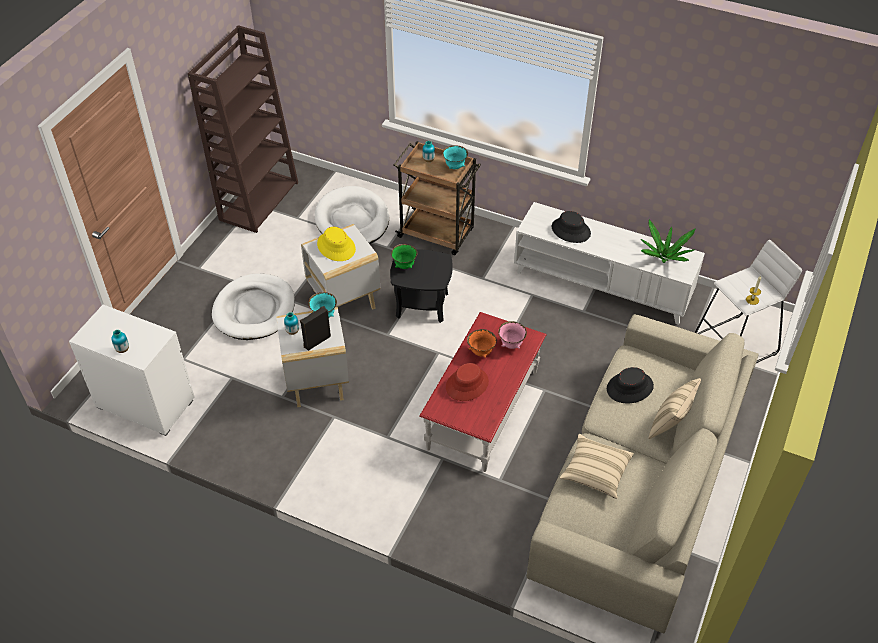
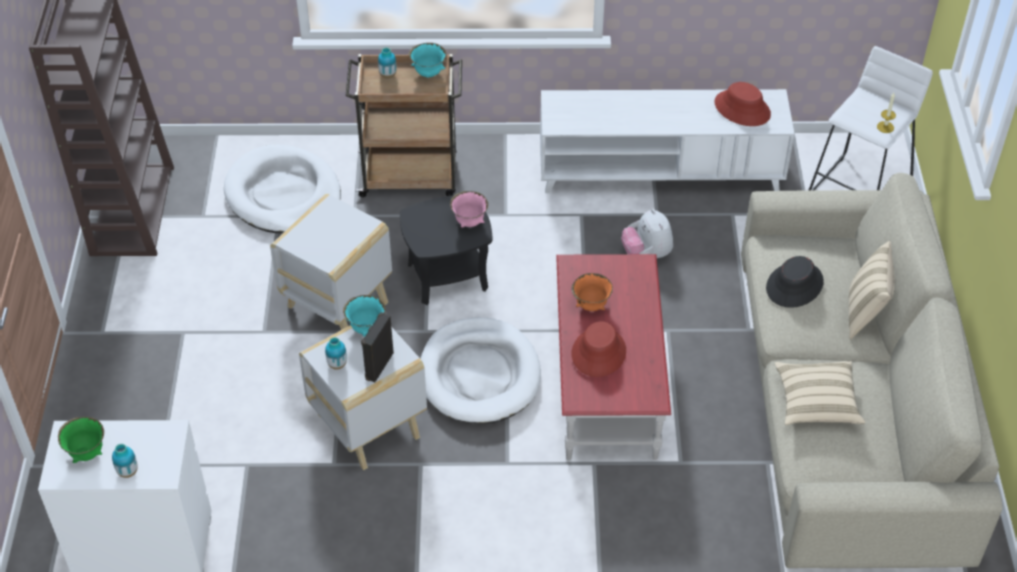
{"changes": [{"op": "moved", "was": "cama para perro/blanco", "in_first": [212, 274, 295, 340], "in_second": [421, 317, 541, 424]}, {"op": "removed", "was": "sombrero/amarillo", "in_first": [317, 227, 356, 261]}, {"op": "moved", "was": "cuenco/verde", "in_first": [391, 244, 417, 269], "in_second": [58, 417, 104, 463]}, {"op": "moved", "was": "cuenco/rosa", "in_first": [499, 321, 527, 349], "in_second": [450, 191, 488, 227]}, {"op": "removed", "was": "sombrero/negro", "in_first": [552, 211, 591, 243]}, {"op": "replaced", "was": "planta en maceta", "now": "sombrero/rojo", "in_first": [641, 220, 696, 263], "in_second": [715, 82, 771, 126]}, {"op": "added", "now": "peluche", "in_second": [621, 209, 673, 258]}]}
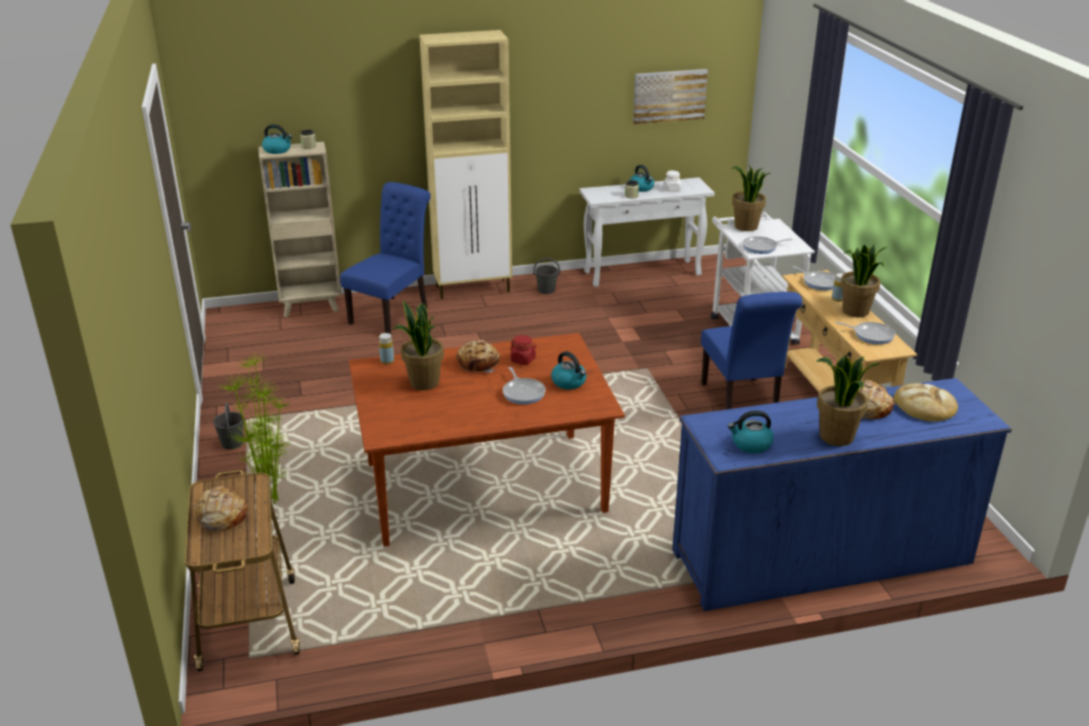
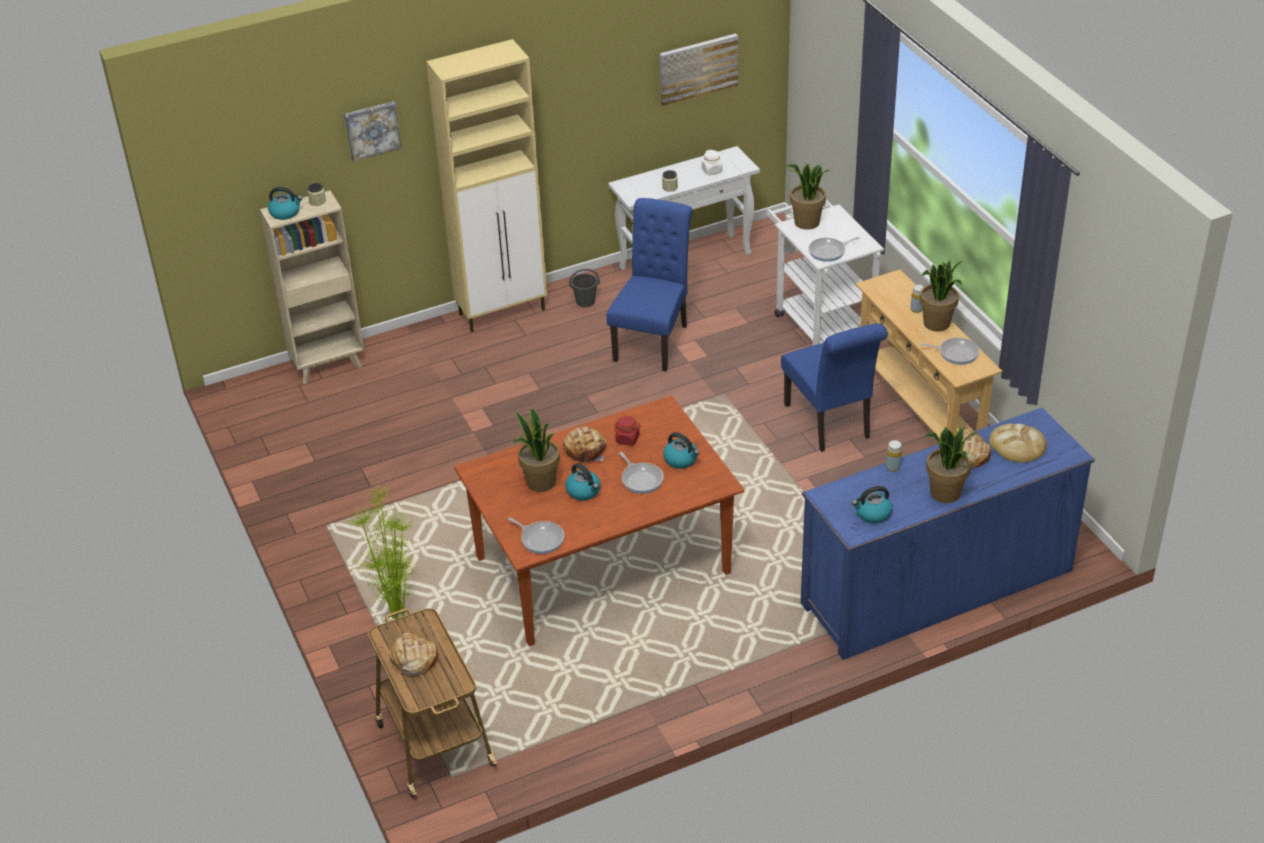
{"changes": [{"op": "removed", "was": "cubo/gris", "in_first": [213, 403, 243, 450]}, {"op": "moved", "was": "silla/azul", "in_first": [340, 182, 431, 334], "in_second": [606, 198, 693, 372]}, {"op": "moved", "was": "botella/amarillo", "in_first": [379, 333, 394, 364], "in_second": [886, 440, 902, 472]}, {"op": "moved", "was": "hervidor", "in_first": [630, 165, 654, 192], "in_second": [565, 463, 601, 500]}, {"op": "moved", "was": "sartén", "in_first": [792, 266, 836, 290], "in_second": [508, 517, 564, 554]}, {"op": "added", "now": "cuadro", "in_second": [344, 101, 402, 162]}]}
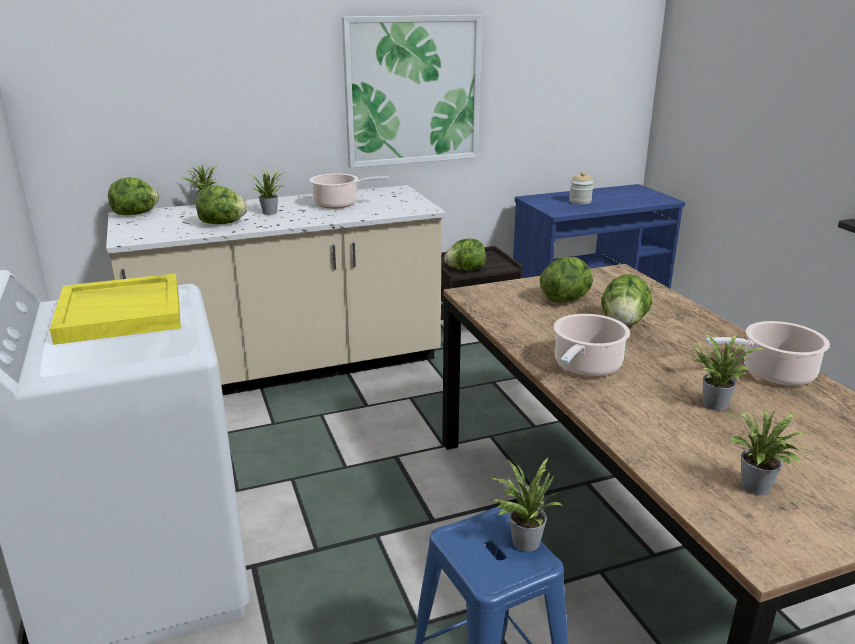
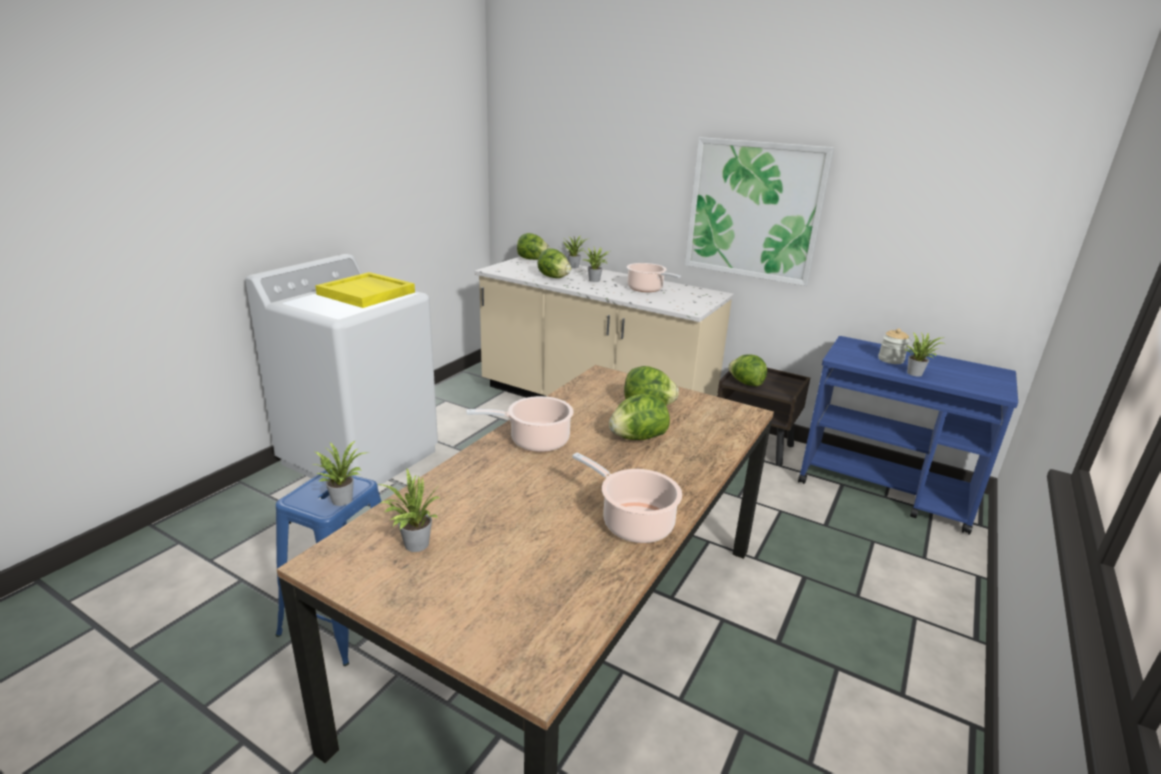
{"changes": [{"op": "moved", "was": "planta en maceta", "in_first": [691, 333, 765, 411], "in_second": [904, 332, 945, 377]}]}
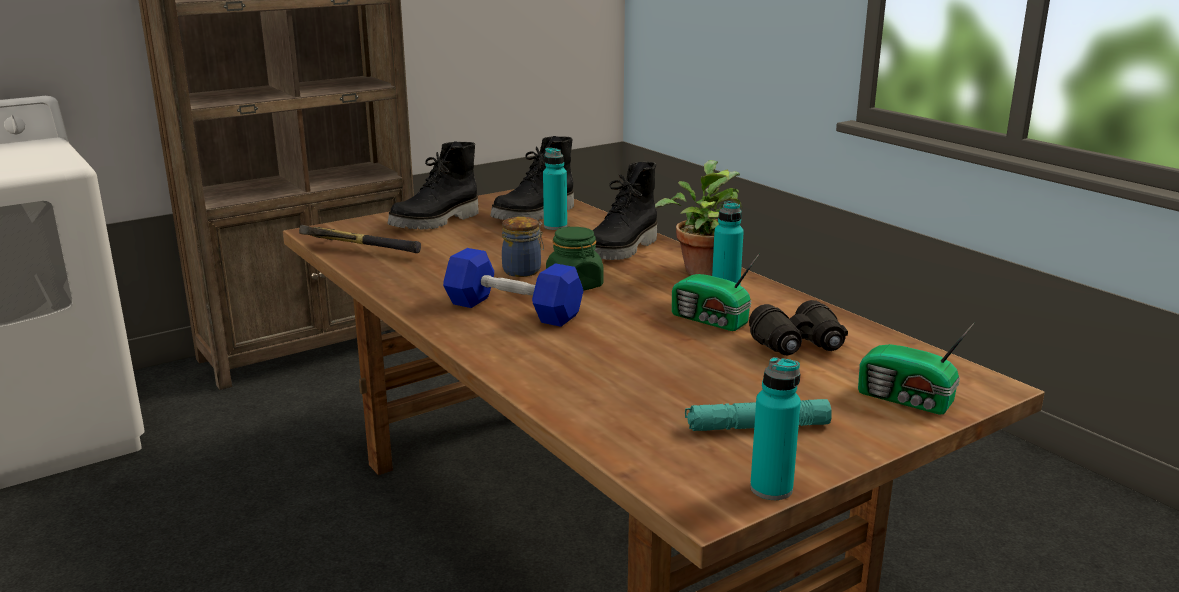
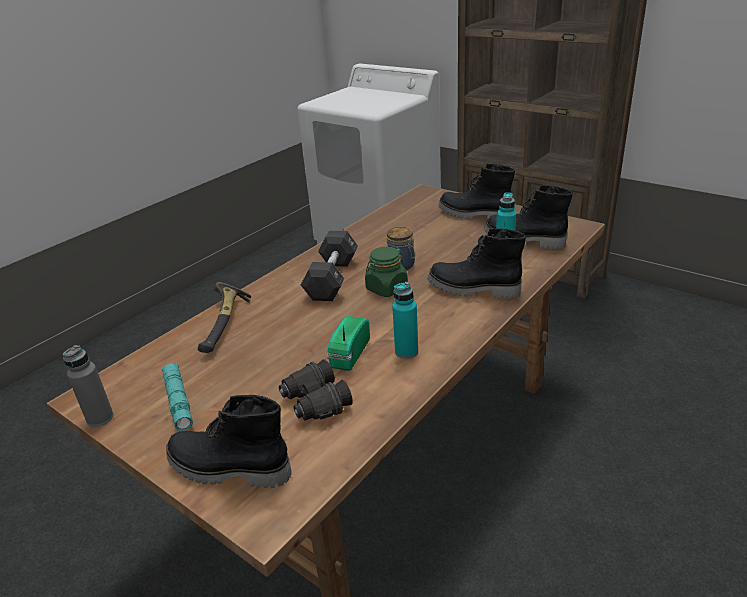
{"changes": [{"op": "moved", "was": "martillo", "in_first": [299, 225, 421, 253], "in_second": [198, 282, 251, 353]}, {"op": "recoloured", "was": "mancuerna/azul", "now": "mancuerna/negro", "in_first": [443, 248, 583, 327], "in_second": [301, 231, 358, 301]}, {"op": "removed", "was": "planta en maceta", "in_first": [655, 160, 742, 276]}, {"op": "recoloured", "was": "botella/turquesa", "now": "botella/gris", "in_first": [750, 357, 801, 500], "in_second": [63, 345, 114, 427]}, {"op": "replaced", "was": "radio", "now": "bota/negro", "in_first": [858, 322, 975, 415], "in_second": [166, 395, 292, 488]}]}
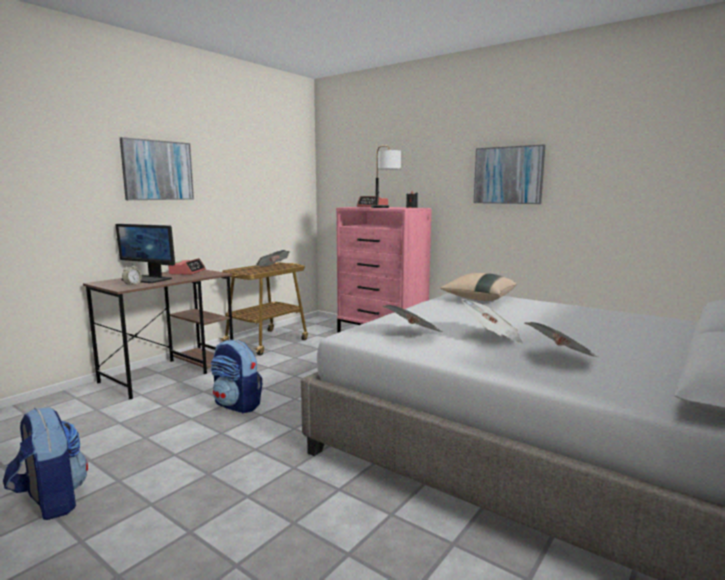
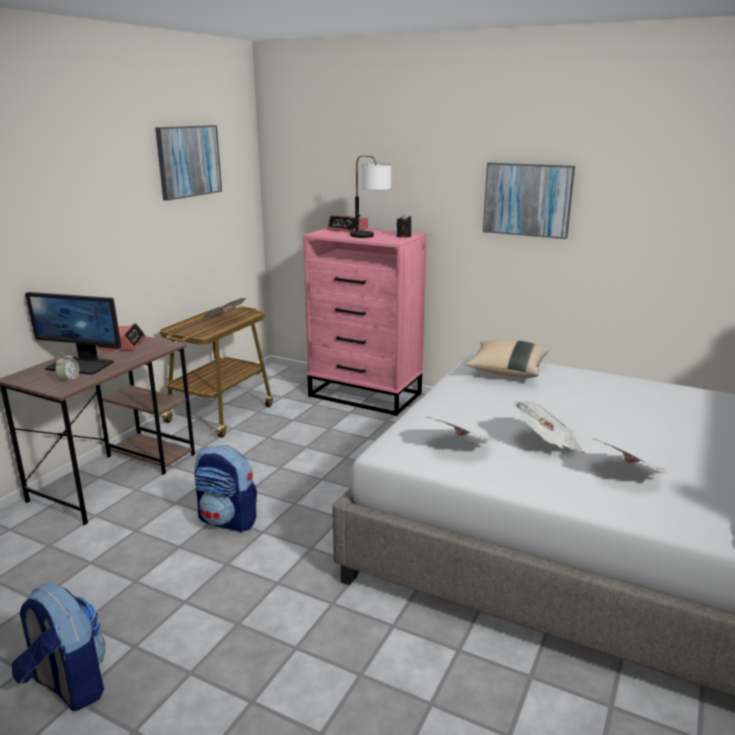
{"changes": [{"op": "moved", "was": "cuadro", "in_first": [120, 137, 194, 200], "in_second": [155, 125, 222, 201]}]}
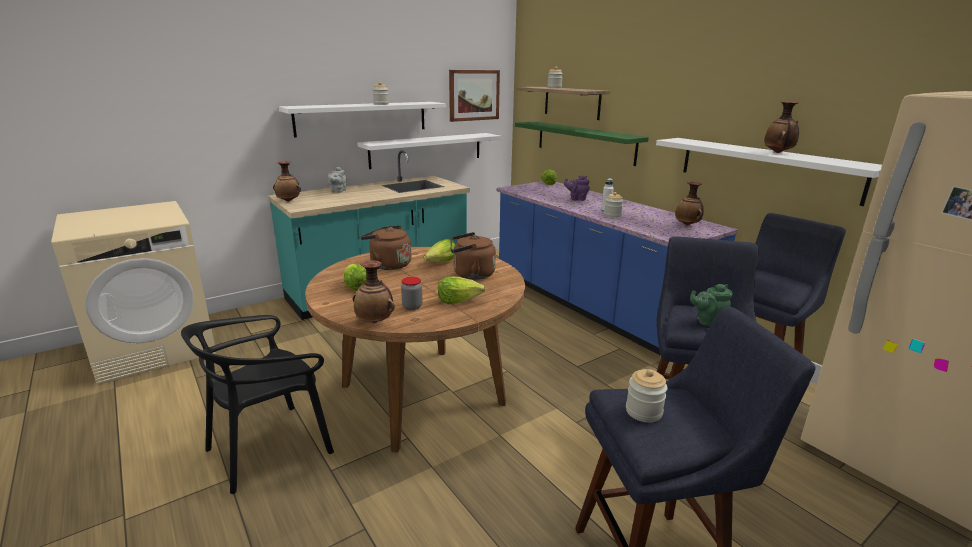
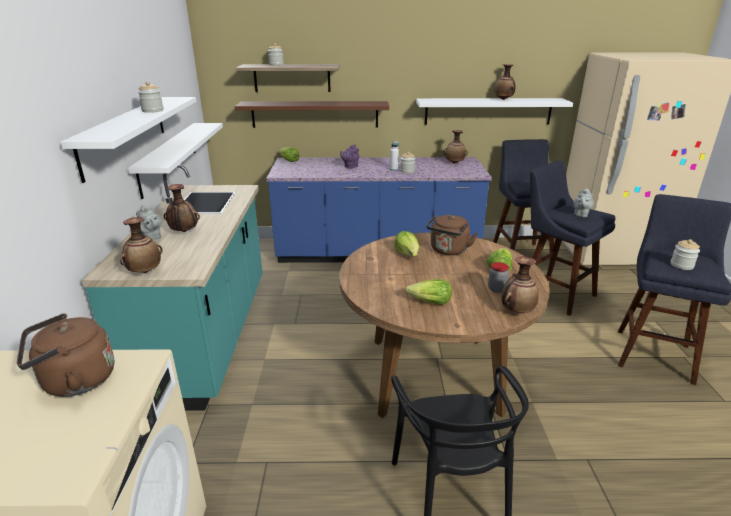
{"changes": [{"op": "moved", "was": "hervidor/marrón", "in_first": [360, 225, 411, 270], "in_second": [17, 313, 114, 397]}, {"op": "removed", "was": "cuadro", "in_first": [449, 70, 500, 122]}, {"op": "recoloured", "was": "estante/verde", "now": "estante/marrón", "in_first": [515, 121, 649, 166], "in_second": [235, 101, 389, 128]}, {"op": "recoloured", "was": "tetera/verde", "now": "tetera/gris", "in_first": [690, 284, 733, 326], "in_second": [573, 188, 594, 217]}, {"op": "added", "now": "florero", "in_second": [164, 184, 200, 232]}]}
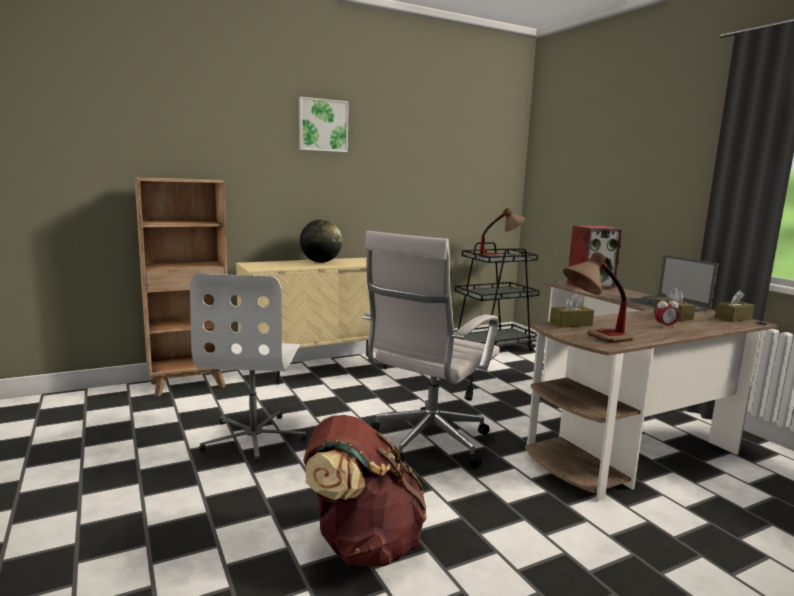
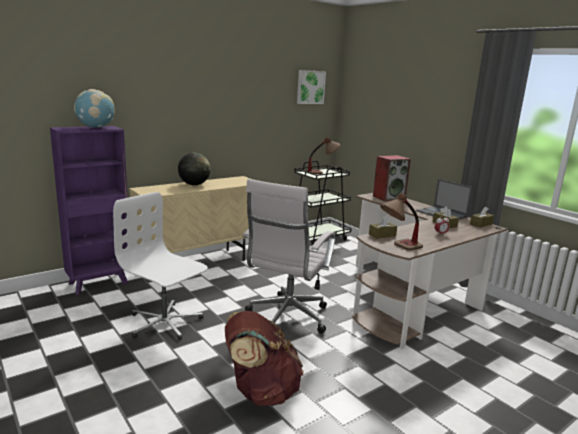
{"changes": [{"op": "recoloured", "was": "estantería/marrón", "now": "estantería/morado", "in_first": [134, 177, 228, 397], "in_second": [50, 126, 128, 295]}, {"op": "turned", "was": "silla de oficina/blanco", "in_first": [190, 274, 307, 463], "in_second": [113, 192, 208, 340], "clockwise": 135}, {"op": "moved", "was": "cuadro", "in_first": [299, 97, 349, 152], "in_second": [297, 70, 326, 104]}, {"op": "added", "now": "globo terráqueo", "in_second": [74, 89, 115, 128]}]}
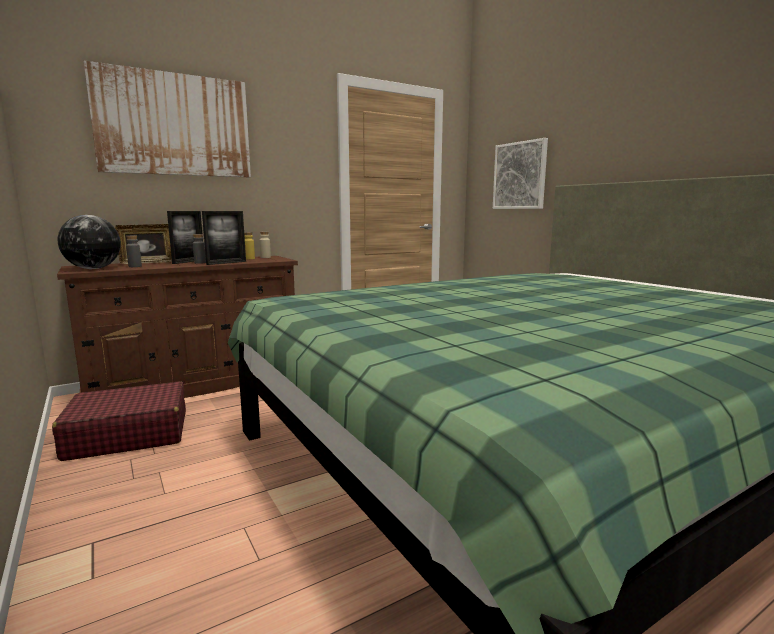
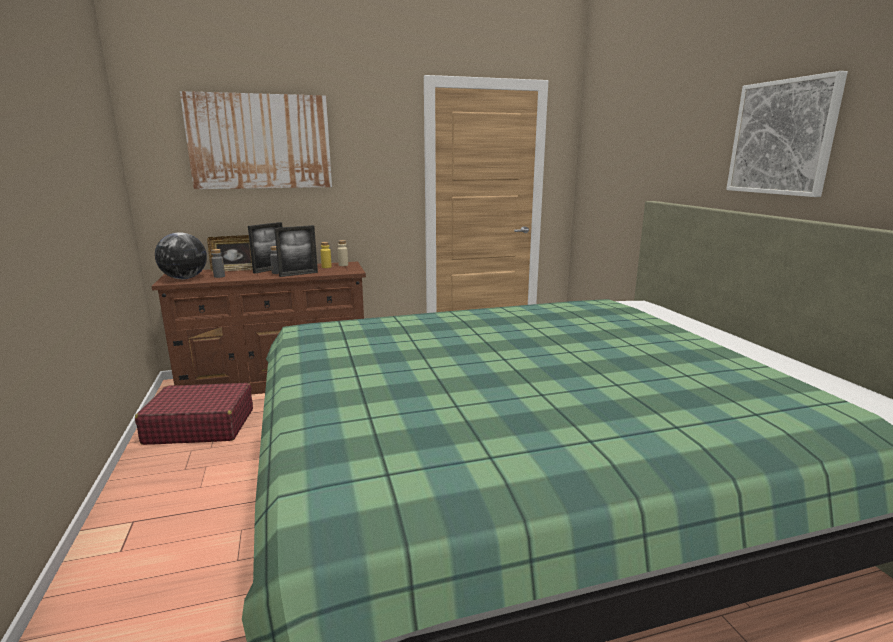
{"changes": [{"op": "moved", "was": "cuadro", "in_first": [493, 138, 548, 209], "in_second": [726, 71, 848, 197]}]}
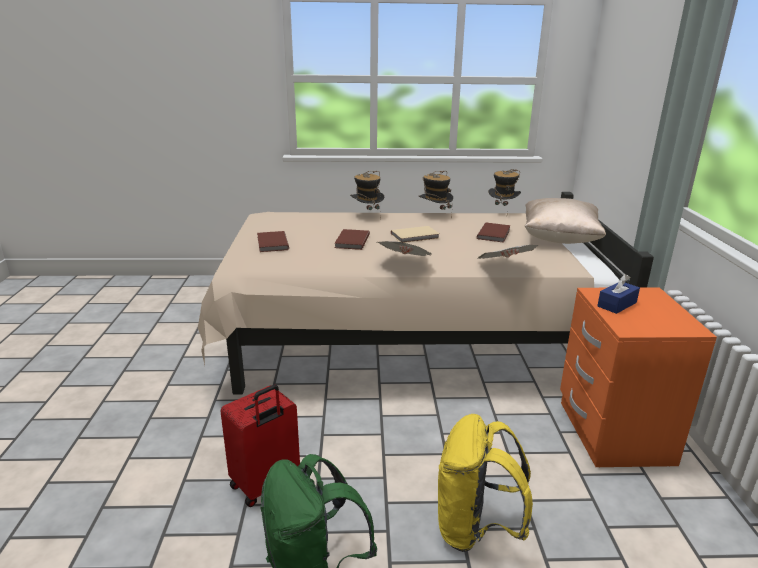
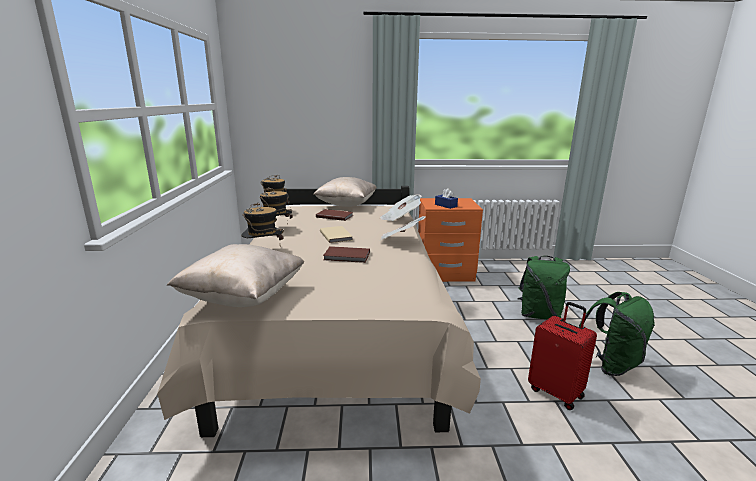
{"changes": [{"op": "removed", "was": "libro/marrón", "in_first": [257, 231, 289, 252]}, {"op": "recoloured", "was": "mochila/amarillo", "now": "mochila/verde", "in_first": [438, 414, 533, 552], "in_second": [517, 256, 570, 319]}, {"op": "added", "now": "cojín/beis", "in_second": [167, 244, 304, 307]}]}
